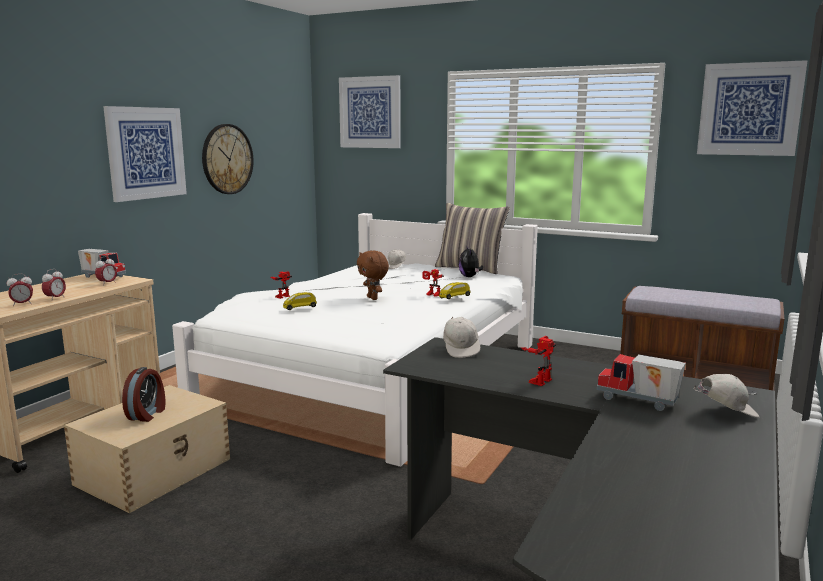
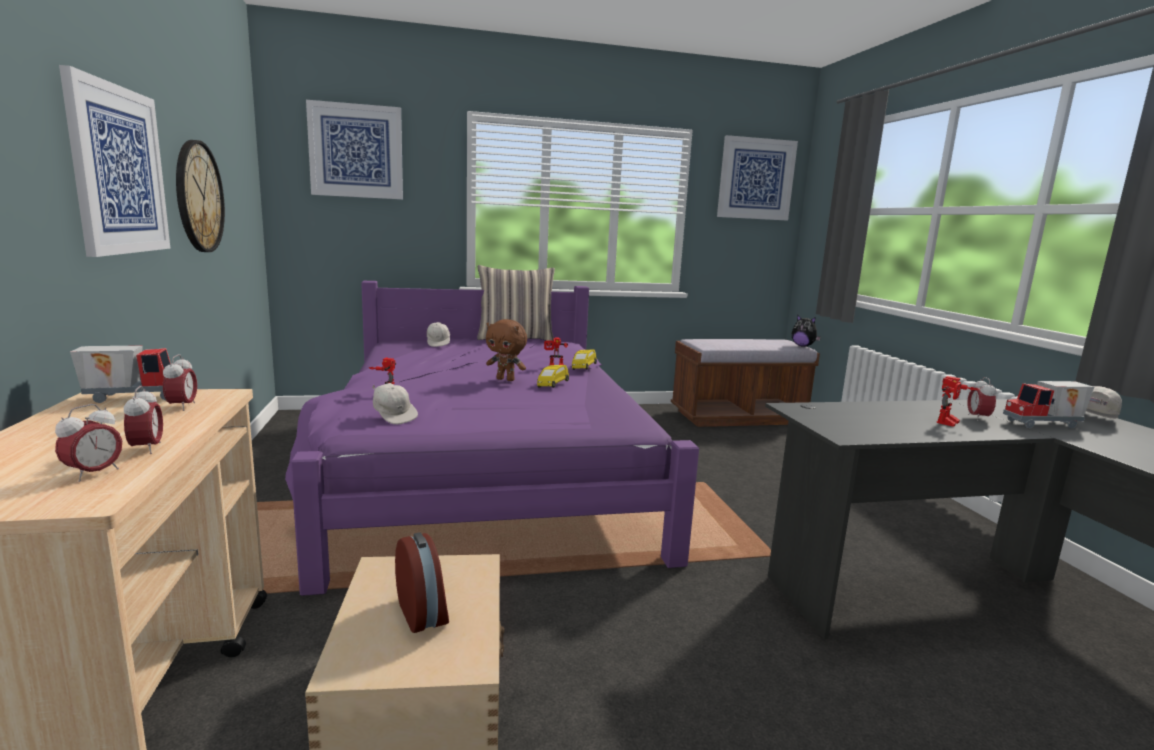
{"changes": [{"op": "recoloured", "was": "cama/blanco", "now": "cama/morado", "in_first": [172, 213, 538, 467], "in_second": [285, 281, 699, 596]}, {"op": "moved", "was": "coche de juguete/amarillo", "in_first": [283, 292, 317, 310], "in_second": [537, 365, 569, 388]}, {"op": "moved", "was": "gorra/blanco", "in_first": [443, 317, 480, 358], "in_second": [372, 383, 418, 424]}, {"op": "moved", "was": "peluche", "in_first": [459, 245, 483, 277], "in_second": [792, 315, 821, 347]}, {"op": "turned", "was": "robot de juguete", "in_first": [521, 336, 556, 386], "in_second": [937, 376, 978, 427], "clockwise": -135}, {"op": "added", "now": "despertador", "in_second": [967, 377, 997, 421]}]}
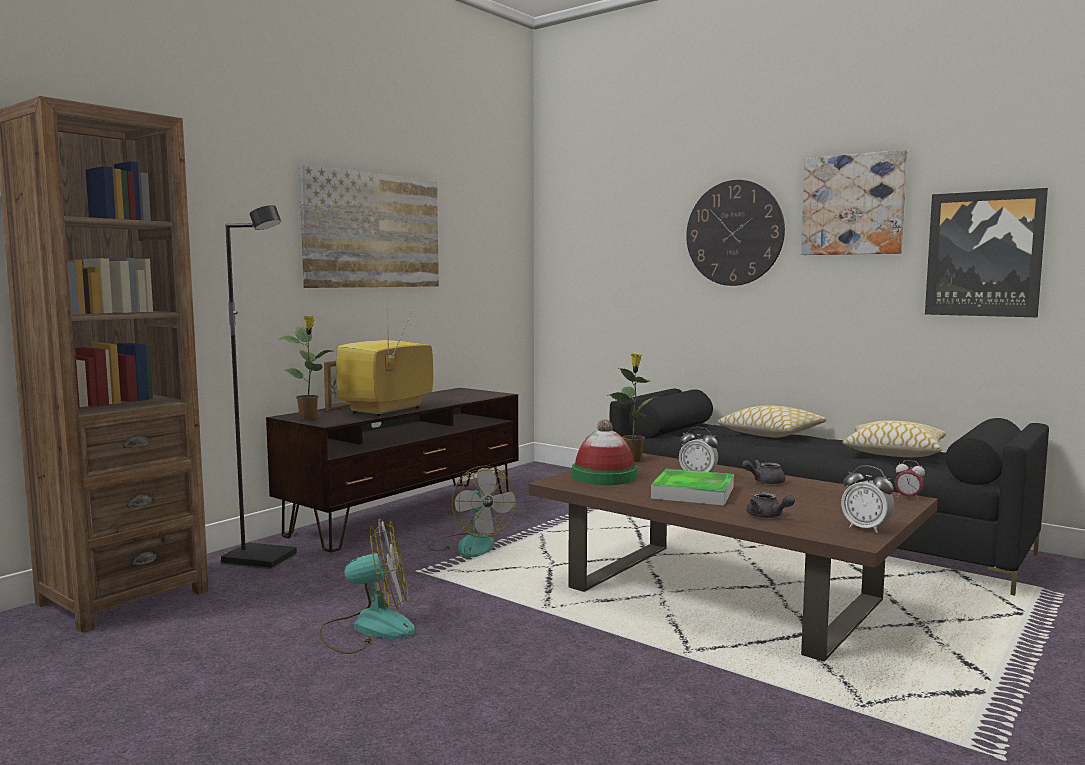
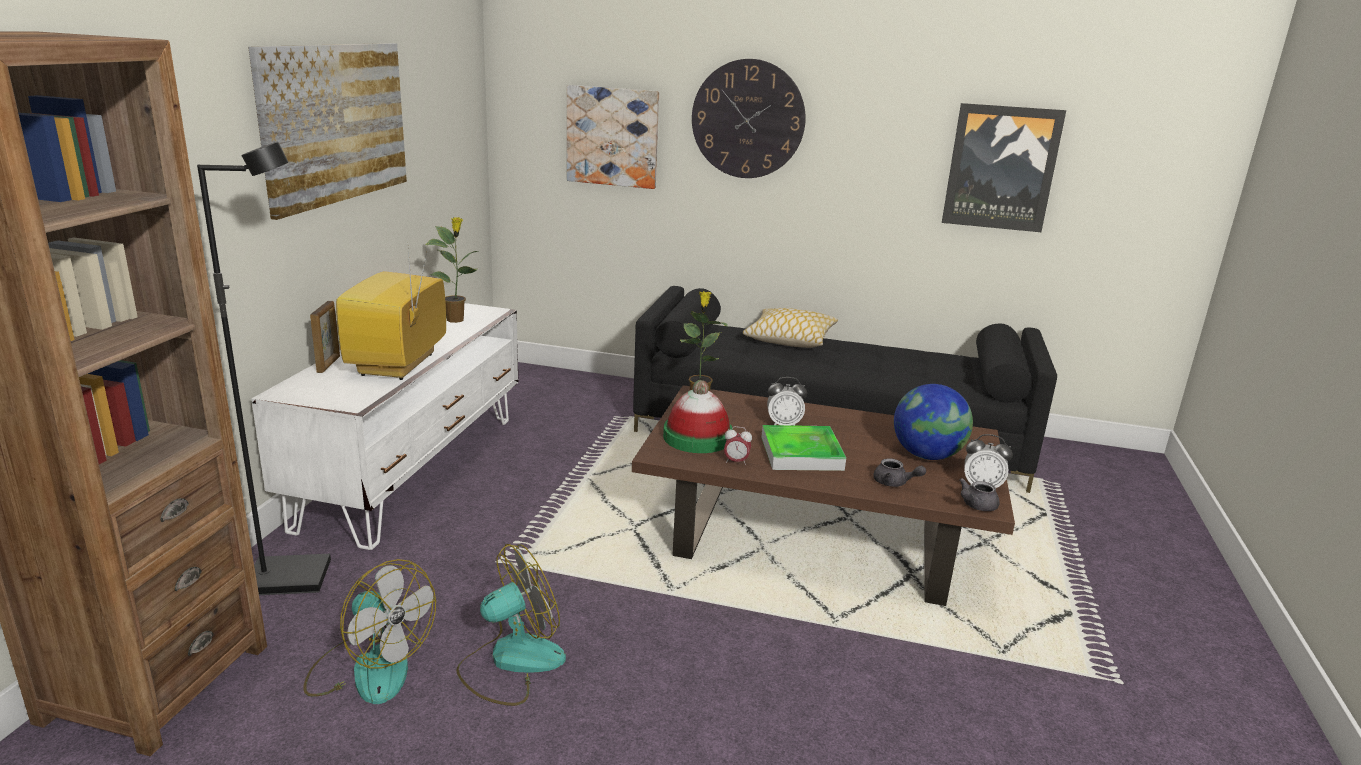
{"changes": [{"op": "recoloured", "was": "mueble de televisión/marrón", "now": "mueble de televisión/blanco", "in_first": [266, 388, 518, 552], "in_second": [251, 303, 518, 550]}, {"op": "moved", "was": "planta en maceta", "in_first": [276, 315, 333, 420], "in_second": [425, 217, 479, 323]}, {"op": "moved", "was": "ventilador", "in_first": [428, 465, 516, 558], "in_second": [303, 559, 436, 704]}, {"op": "moved", "was": "tetera/gris", "in_first": [742, 460, 785, 484], "in_second": [959, 478, 1000, 511]}, {"op": "moved", "was": "cuadro", "in_first": [801, 150, 907, 255], "in_second": [567, 85, 659, 189]}, {"op": "removed", "was": "cojín", "in_first": [843, 421, 946, 457]}, {"op": "moved", "was": "despertador", "in_first": [895, 460, 925, 501], "in_second": [724, 426, 752, 465]}, {"op": "added", "now": "globo terráqueo", "in_second": [894, 384, 973, 460]}]}
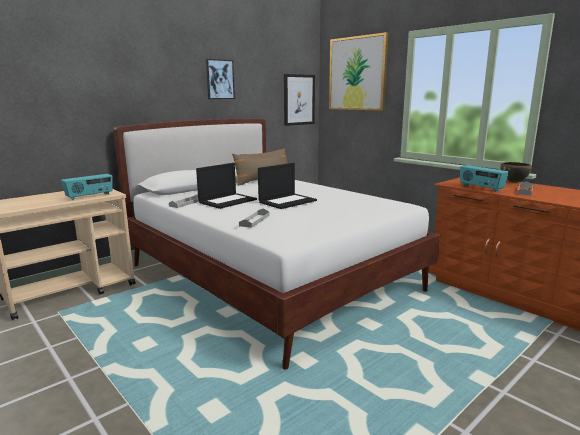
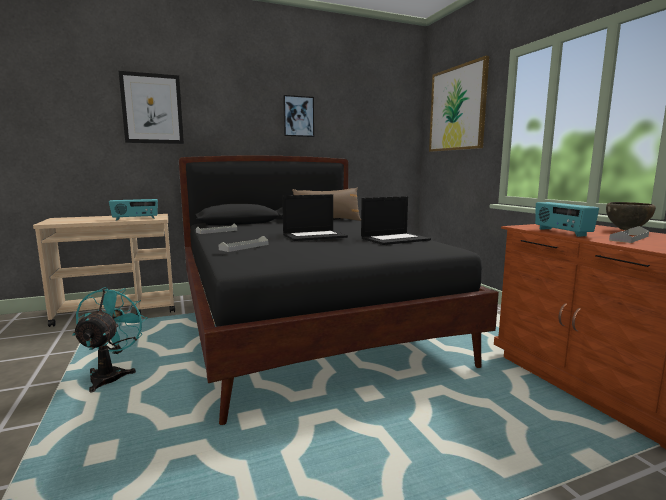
{"changes": [{"op": "recoloured", "was": "cama/blanco", "now": "cama/negro", "in_first": [113, 119, 440, 369], "in_second": [179, 156, 499, 425]}, {"op": "moved", "was": "portátil", "in_first": [196, 163, 257, 209], "in_second": [361, 196, 431, 245]}, {"op": "moved", "was": "cuadro", "in_first": [284, 74, 315, 126], "in_second": [119, 71, 184, 144]}, {"op": "added", "now": "ventilador/turquesa", "in_second": [72, 287, 147, 393]}]}
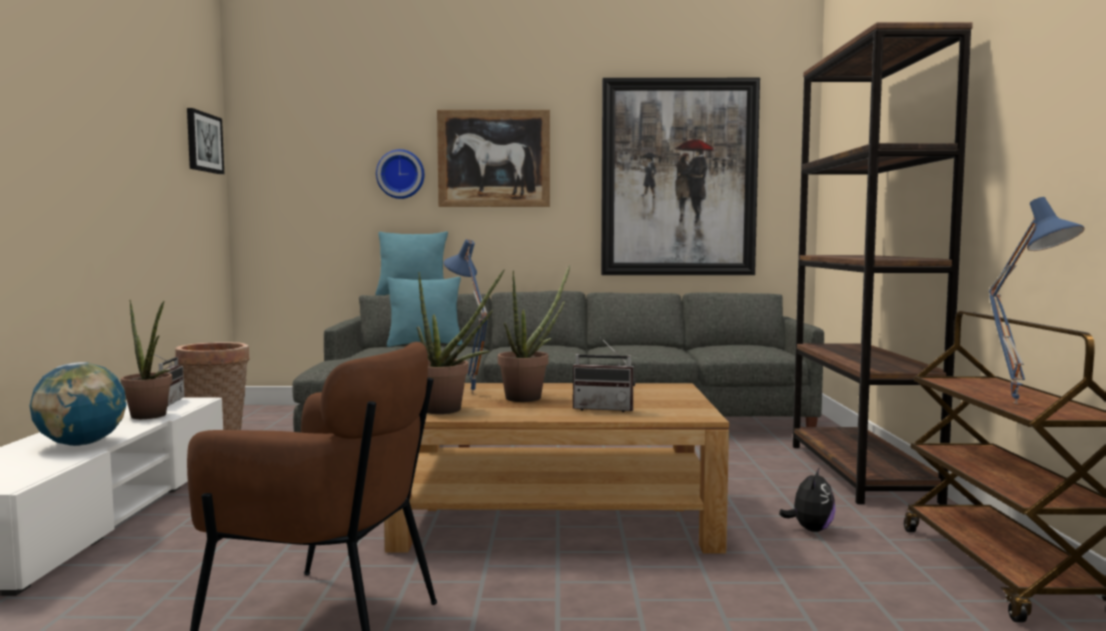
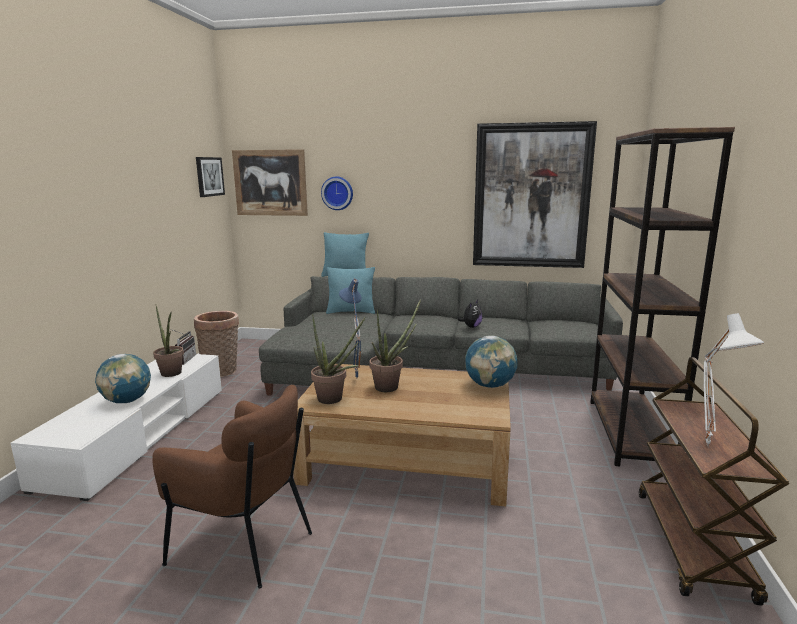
{"changes": [{"op": "moved", "was": "cuadro", "in_first": [437, 110, 550, 207], "in_second": [232, 149, 308, 216]}, {"op": "removed", "was": "radio", "in_first": [573, 337, 635, 412]}, {"op": "moved", "was": "peluche", "in_first": [779, 467, 836, 532], "in_second": [458, 300, 483, 328]}, {"op": "recoloured", "was": "lámpara de mesa/azul", "now": "lámpara de mesa/blanco", "in_first": [989, 197, 1085, 404], "in_second": [704, 313, 764, 447]}, {"op": "added", "now": "globo terráqueo", "in_second": [465, 335, 517, 388]}]}
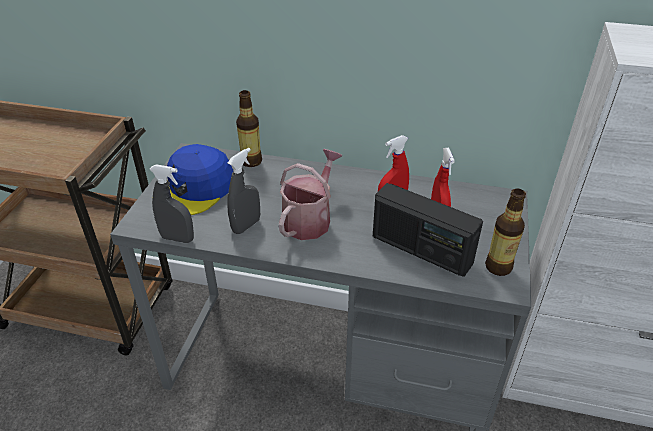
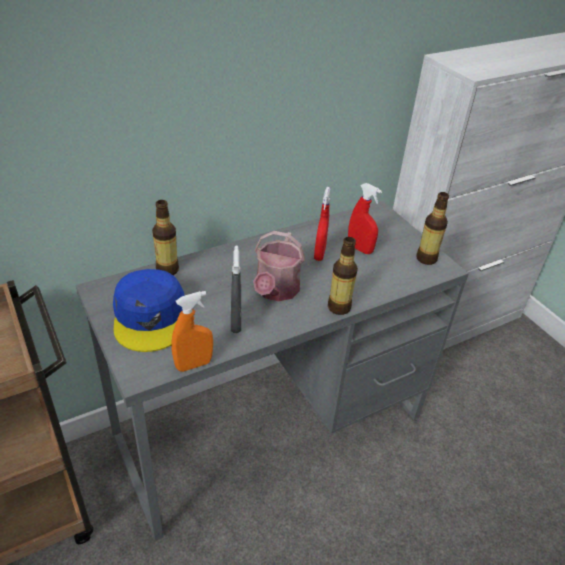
{"changes": [{"op": "recoloured", "was": "pulverizador/gris", "now": "pulverizador/naranja", "in_first": [149, 164, 194, 243], "in_second": [172, 291, 213, 372]}, {"op": "turned", "was": "regadera", "in_first": [279, 149, 342, 240], "in_second": [253, 231, 305, 301], "clockwise": -150}, {"op": "removed", "was": "radio", "in_first": [373, 183, 483, 277]}, {"op": "added", "now": "botella", "in_second": [328, 237, 358, 315]}]}
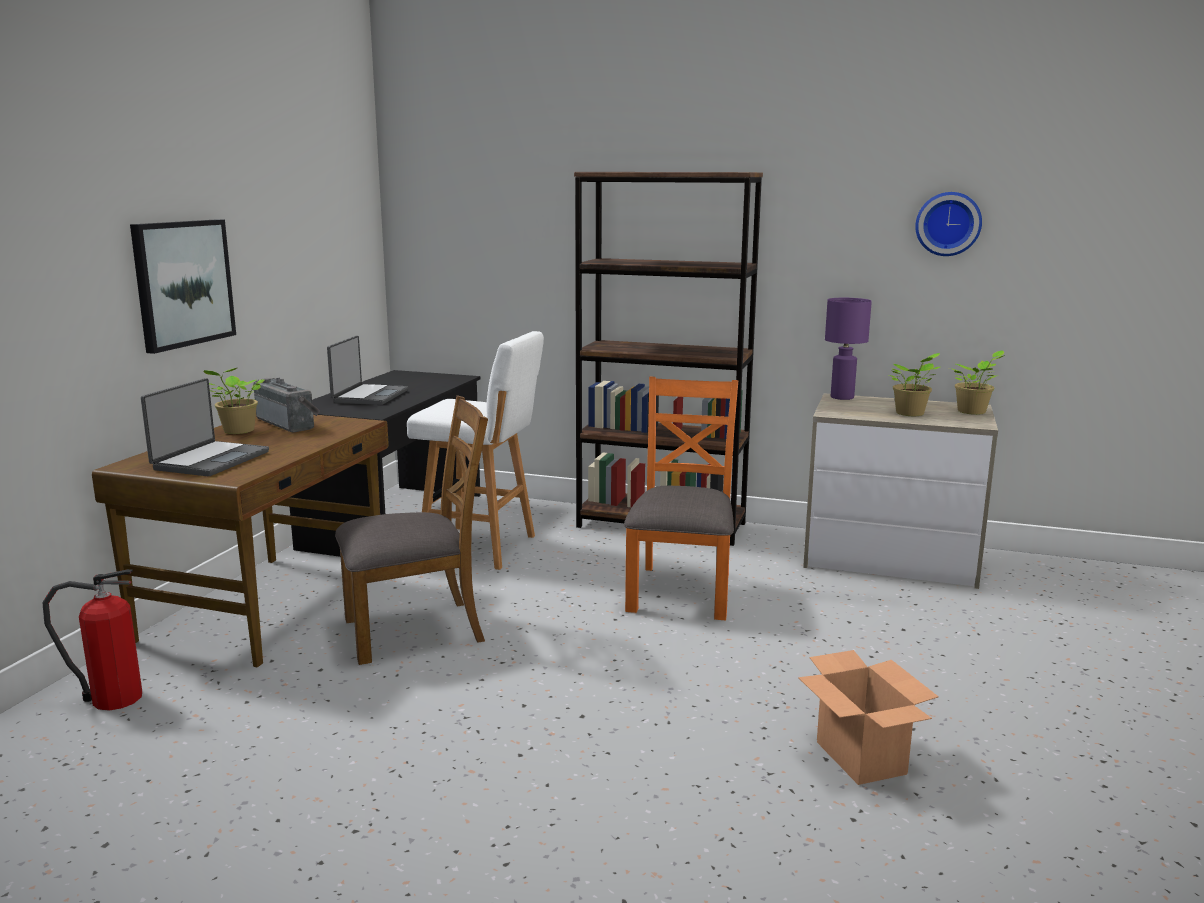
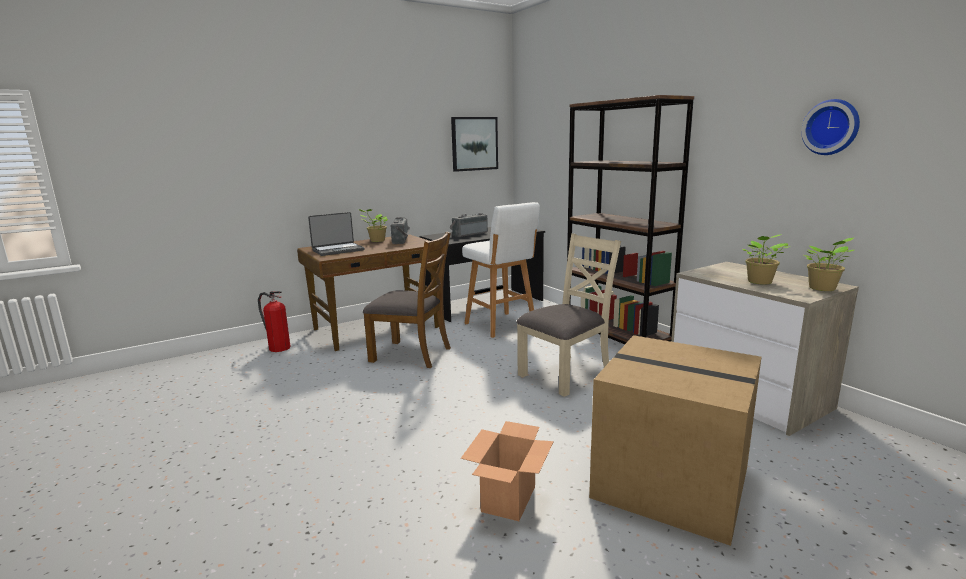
{"changes": [{"op": "moved", "was": "cuadro", "in_first": [130, 219, 236, 354], "in_second": [451, 117, 498, 172]}, {"op": "replaced", "was": "portátil", "now": "radio", "in_first": [327, 335, 408, 405], "in_second": [450, 213, 488, 237]}, {"op": "recoloured", "was": "silla/naranja", "now": "silla/beis", "in_first": [624, 377, 738, 620], "in_second": [516, 233, 621, 397]}, {"op": "removed", "was": "lámpara de mesa/morado", "in_first": [825, 298, 872, 400]}, {"op": "added", "now": "caja de cartón", "in_second": [589, 335, 761, 546]}]}
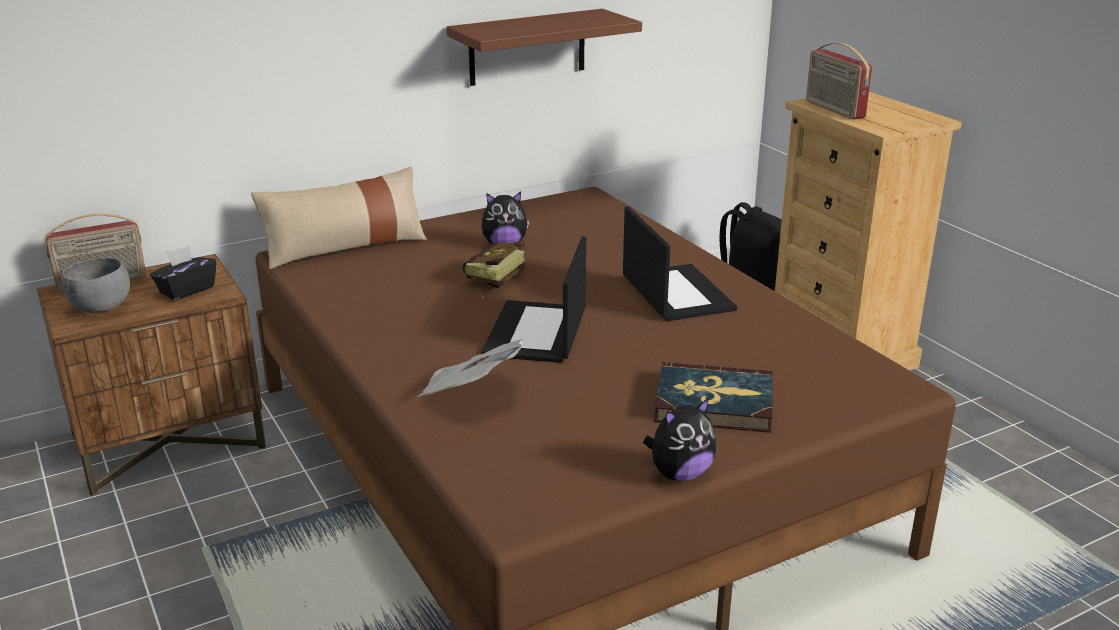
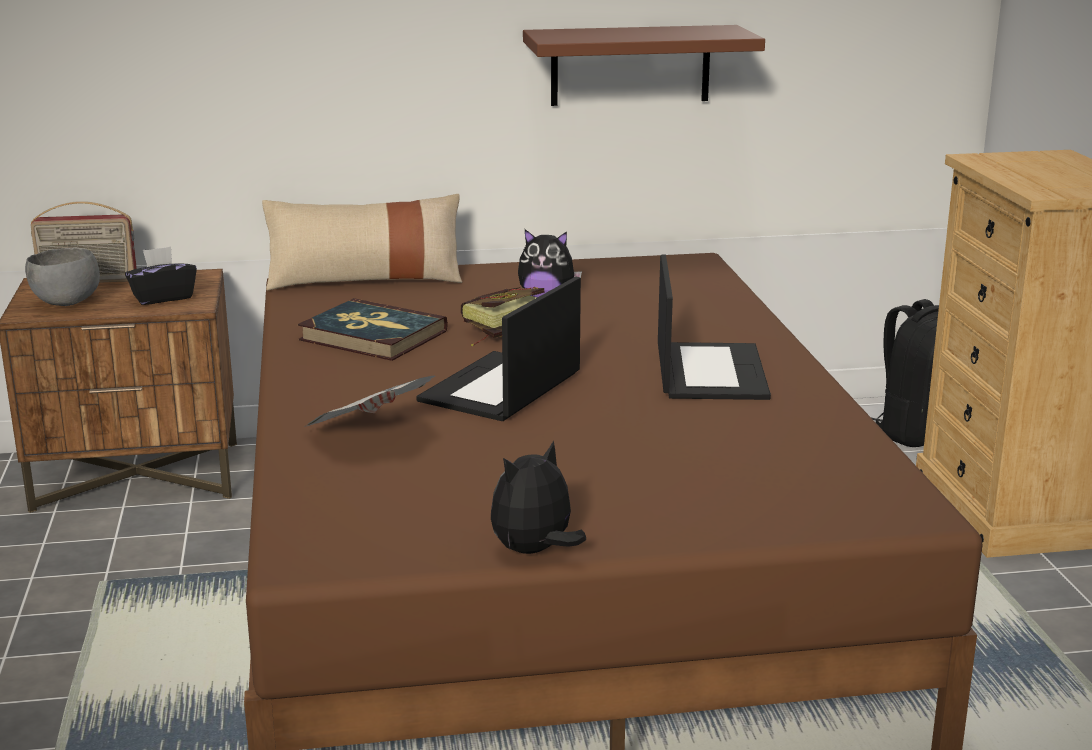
{"changes": [{"op": "turned", "was": "peluche", "in_first": [643, 398, 716, 481], "in_second": [491, 440, 586, 554], "clockwise": 150}, {"op": "moved", "was": "libro", "in_first": [654, 362, 773, 433], "in_second": [298, 298, 448, 361]}, {"op": "removed", "was": "radio", "in_first": [806, 43, 872, 119]}]}
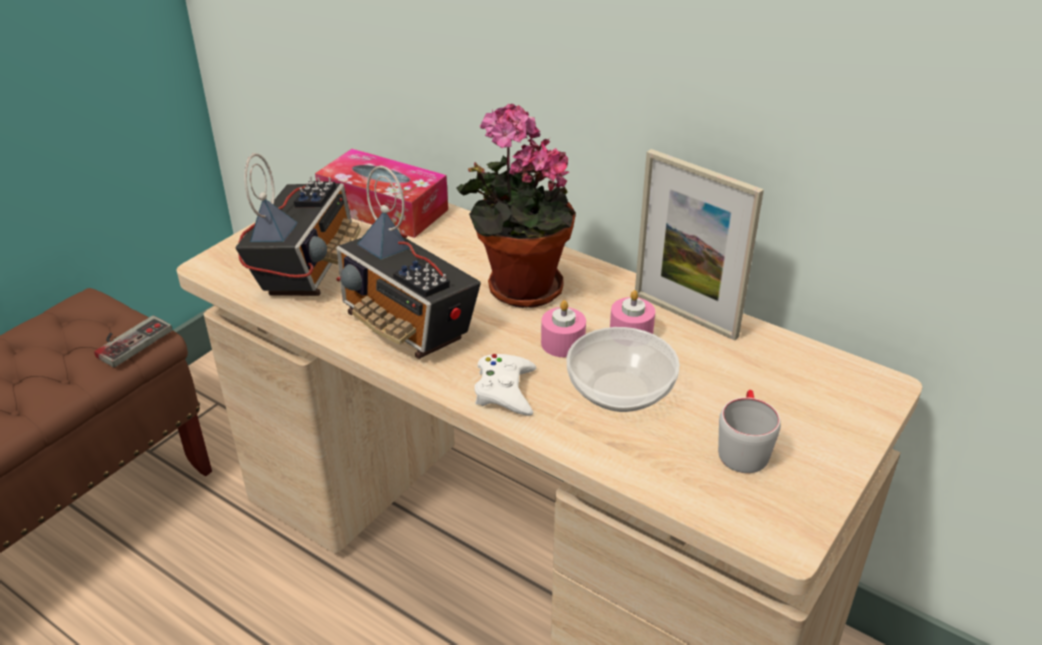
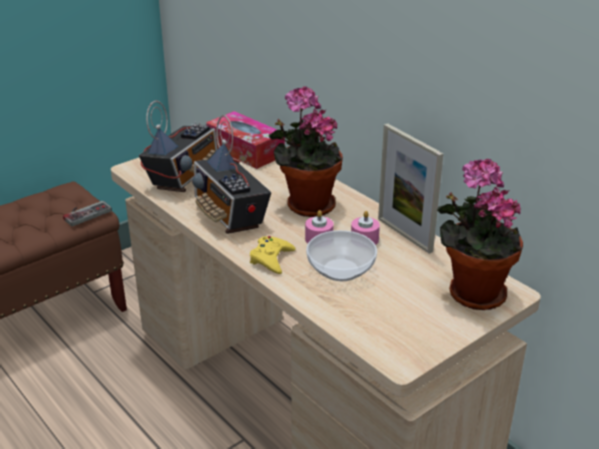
{"changes": [{"op": "recoloured", "was": "mando de consola/blanco", "now": "mando de consola/amarillo", "in_first": [474, 354, 536, 416], "in_second": [250, 236, 296, 274]}, {"op": "removed", "was": "taza grande/gris", "in_first": [718, 390, 781, 473]}, {"op": "added", "now": "planta en maceta", "in_second": [437, 159, 523, 310]}]}
